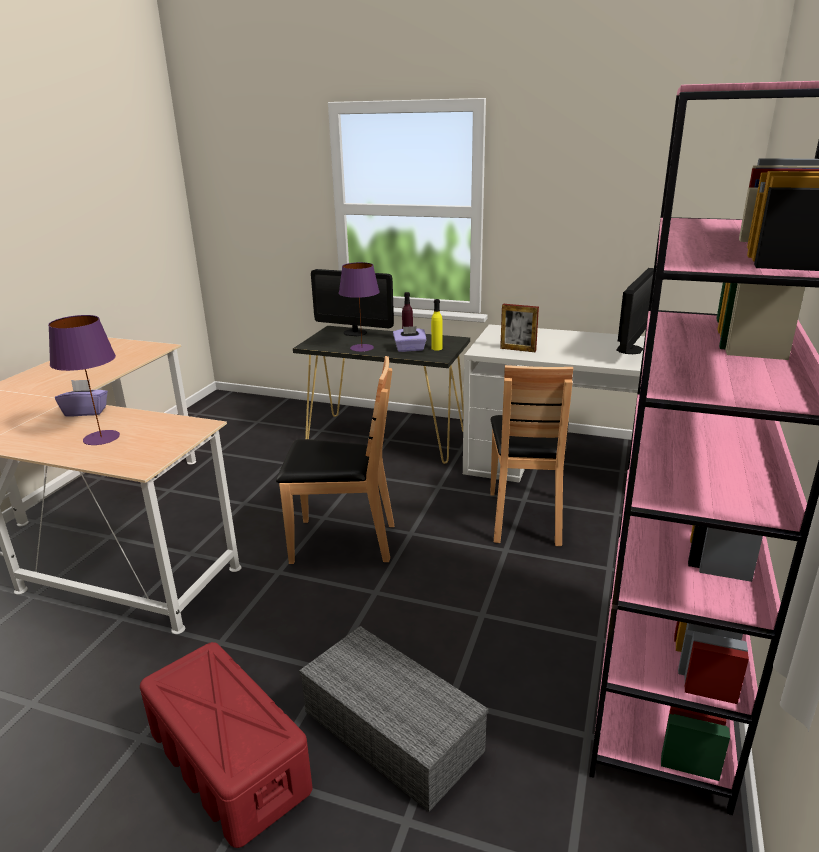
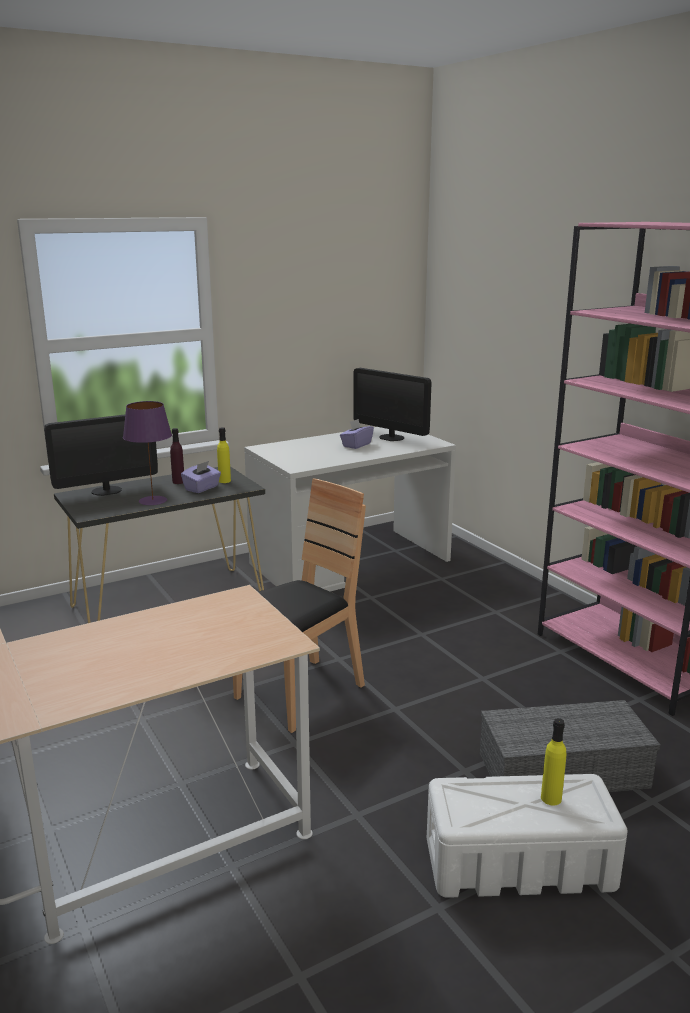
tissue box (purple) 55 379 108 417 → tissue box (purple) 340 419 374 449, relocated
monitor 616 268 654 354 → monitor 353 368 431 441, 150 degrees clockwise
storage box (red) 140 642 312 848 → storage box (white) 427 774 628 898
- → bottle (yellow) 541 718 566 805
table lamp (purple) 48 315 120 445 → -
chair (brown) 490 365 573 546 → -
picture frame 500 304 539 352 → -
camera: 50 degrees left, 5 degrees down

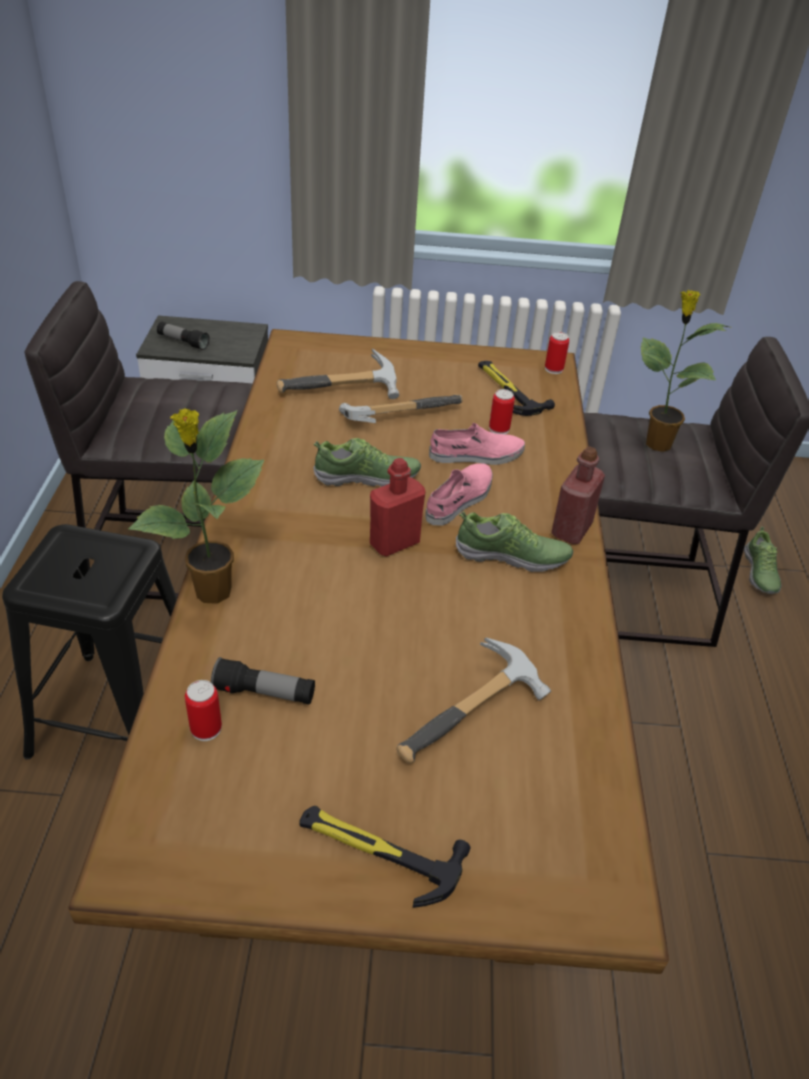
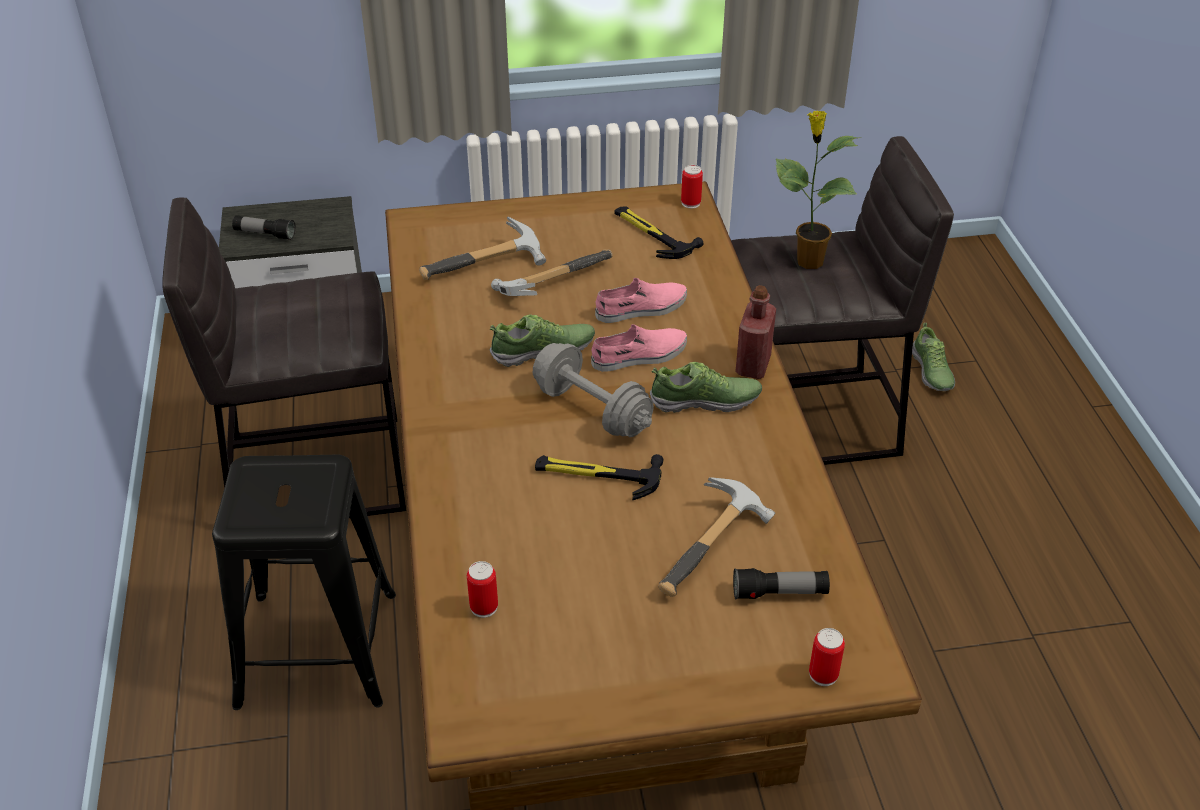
bottle (red) 370 458 426 556 → dumbbell (grey) 533 343 654 437
hammer 299 806 470 908 → hammer 535 454 663 500, relocated
shoe (pink) 425 463 493 525 → shoe (pink) 591 324 687 372, 45 degrees clockwise
flashlight 211 657 315 704 → flashlight 733 568 830 600, relocated
can 489 389 515 434 → can 809 628 845 686, relocated
potted plant 128 408 265 604 → -
camera: 10 degrees left, 0 degrees up

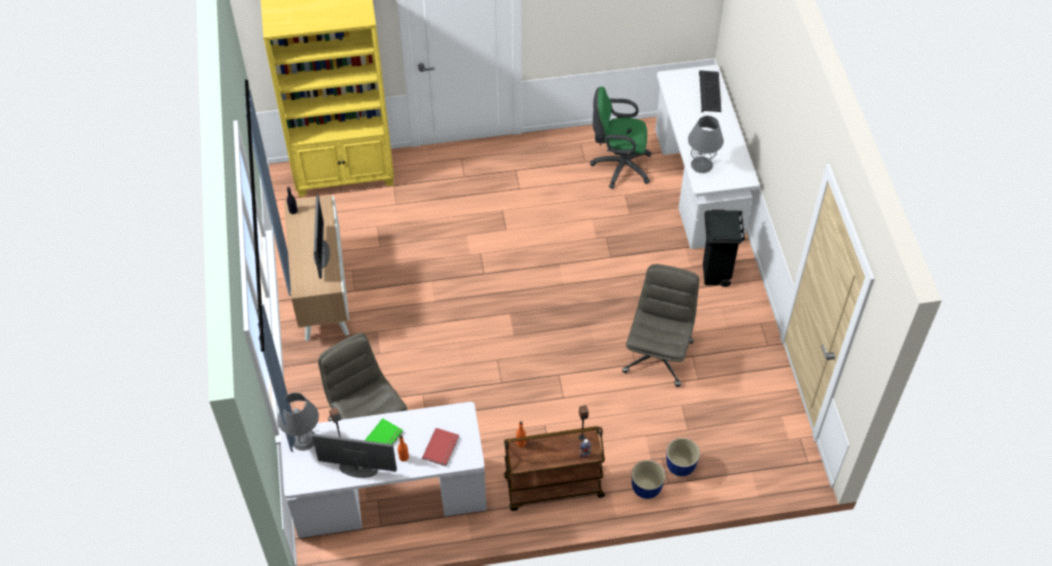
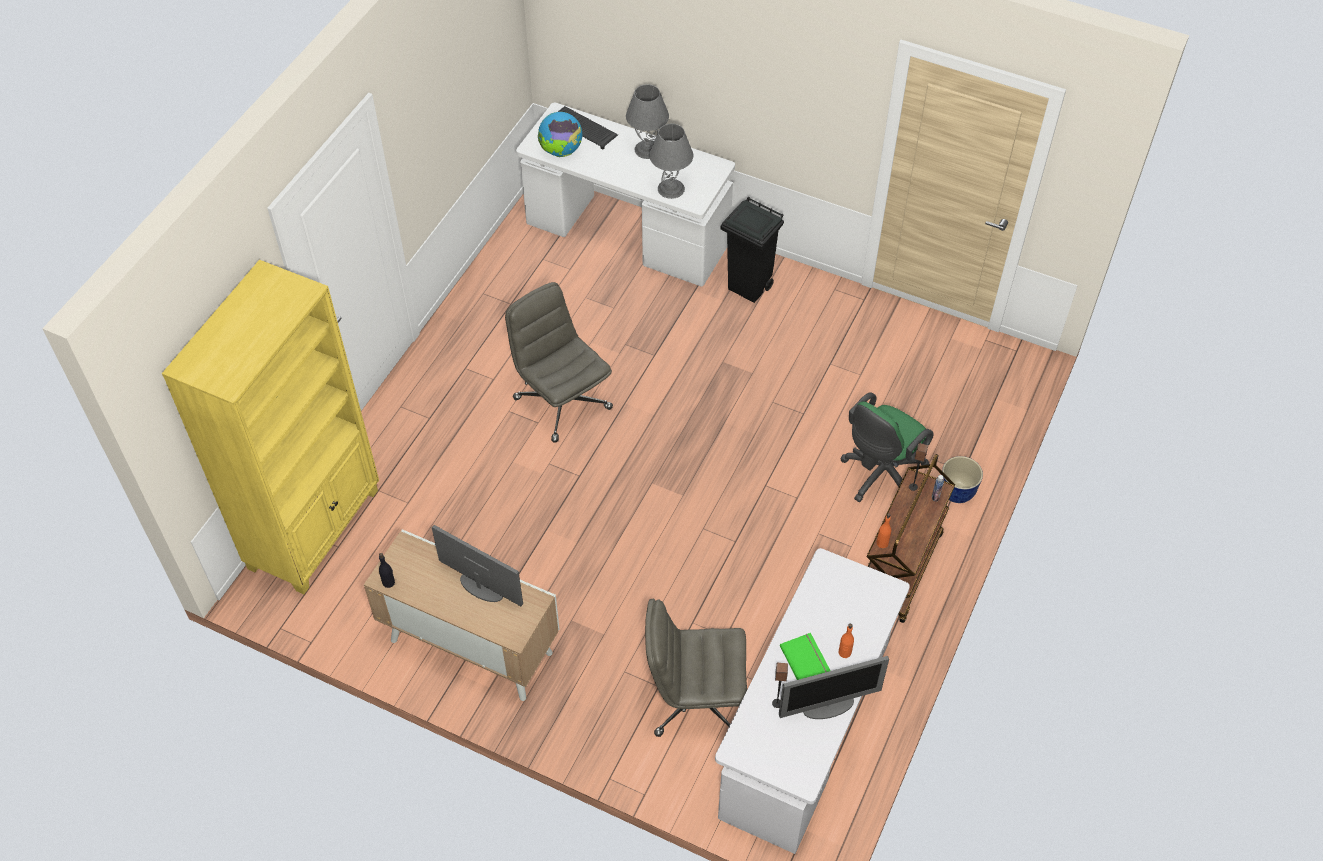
office chair (grey) 622 264 699 387 → office chair (grey) 505 282 613 443, relocated
- → globe 538 112 582 157
table lamp (grey) 277 393 319 451 → table lamp (grey) 626 84 669 159, relocated
monitor 312 434 397 478 → monitor 779 656 889 719, 150 degrees counterclockwise
office chair (green) 590 87 652 189 → office chair (green) 840 392 933 502, relocated
book (red) 422 428 459 466 → -
planter 666 438 700 476 → -
camera: 55 degrees left, 0 degrees up

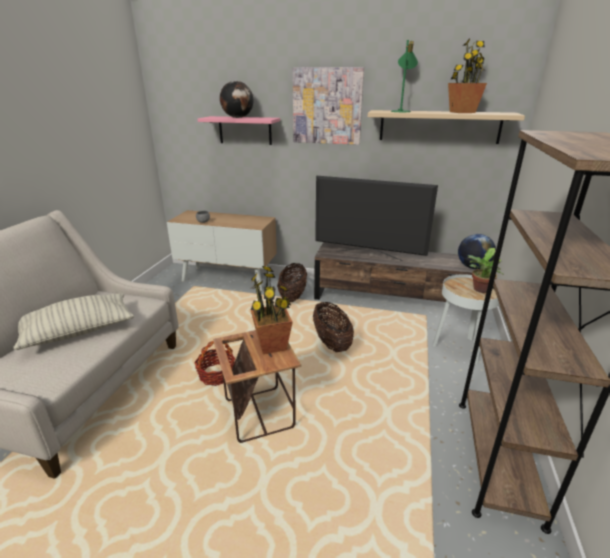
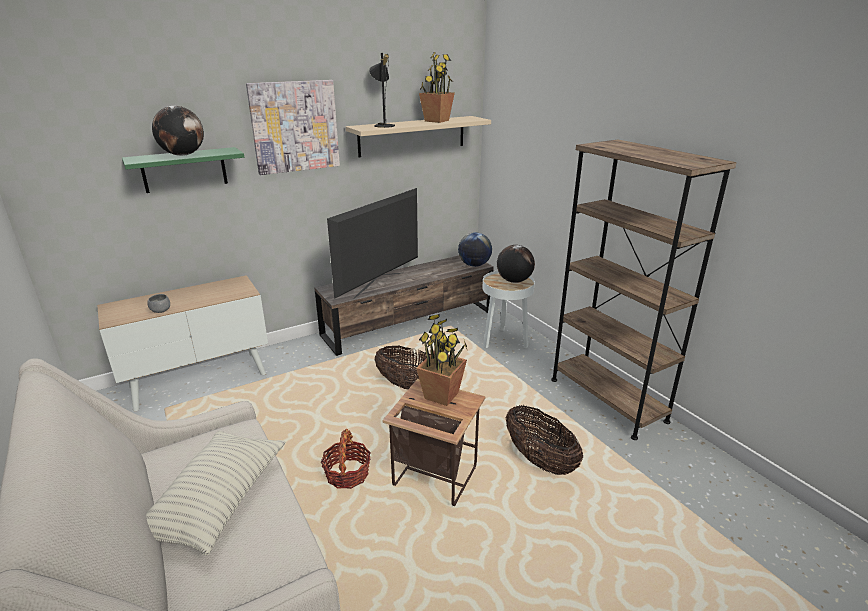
shelf (pink) 198 116 280 145 → shelf (green) 122 147 244 193
television 315 176 438 261 → television 327 188 418 299, 150 degrees clockwise
table lamp (green) 391 40 418 112 → table lamp (black) 369 53 395 128
potted plant 468 248 503 293 → globe 497 245 535 283
basket 277 263 307 302 → basket 506 405 583 475, relocated
camera: 45 degrees left, 0 degrees up

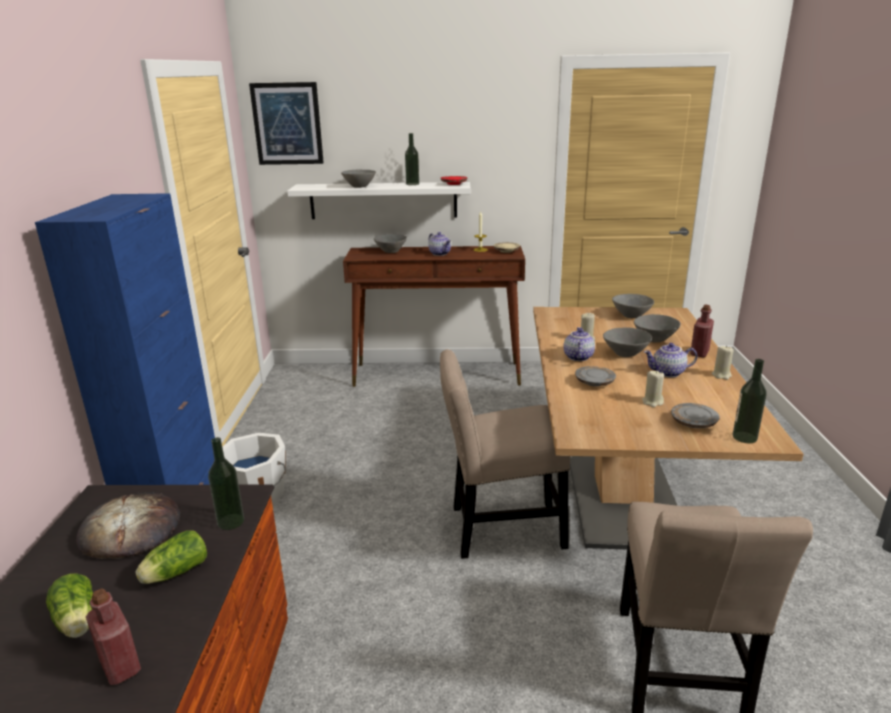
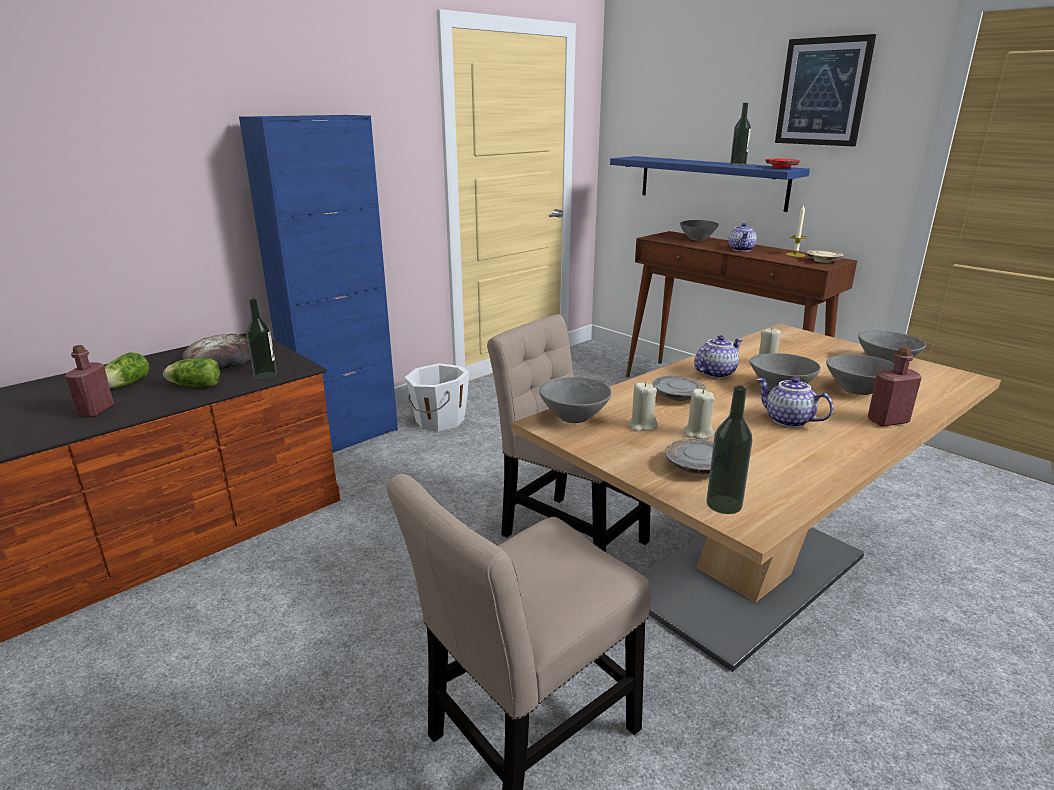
bowl (grey) 341 169 376 188 → bowl (grey) 539 377 612 423, relocated
shelf (white) 287 182 471 219 → shelf (blue) 610 156 810 212
candle (beige) 712 345 734 380 → candle (beige) 628 382 657 432, relocated
picture 249 82 324 165 → picture 775 34 876 146, relocated
camera: 45 degrees right, 0 degrees up

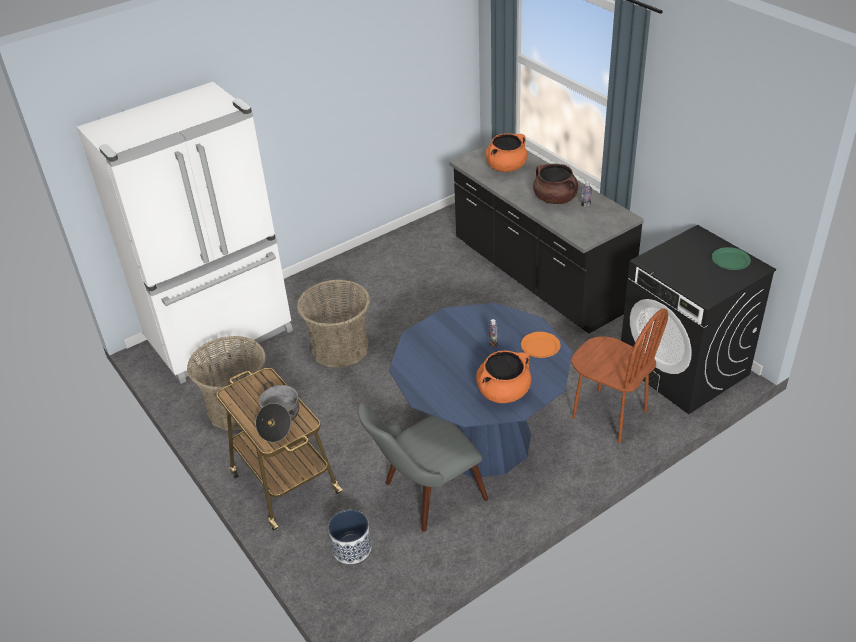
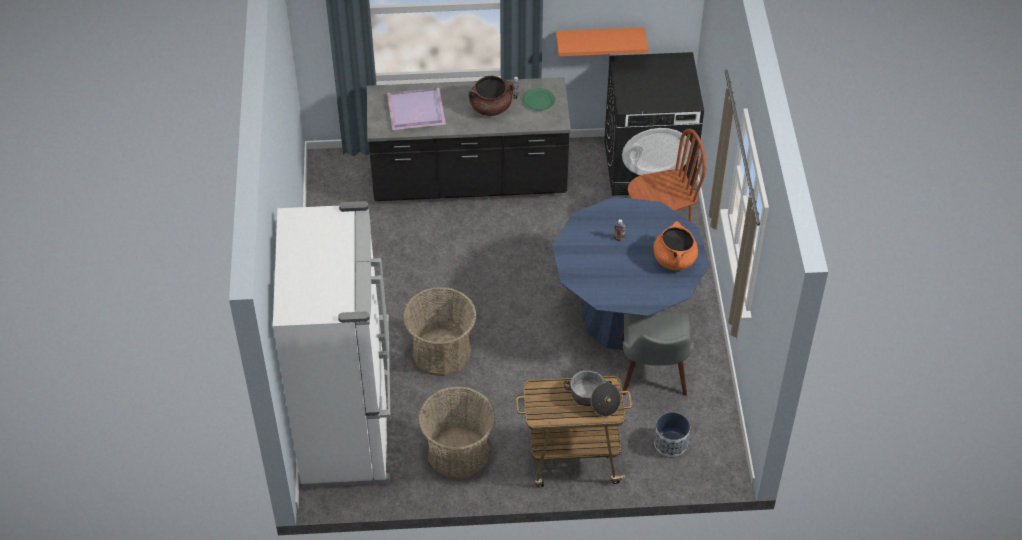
cooking pot (orange) 485 133 527 172 → tray (purple) 387 88 446 130
plate (green) 712 247 751 270 → plate (green) 523 88 555 111, relocated
- → shelf (orange) 556 27 648 56
plate (orange) 521 332 560 358 → -
camera: 60 degrees left, 10 degrees up

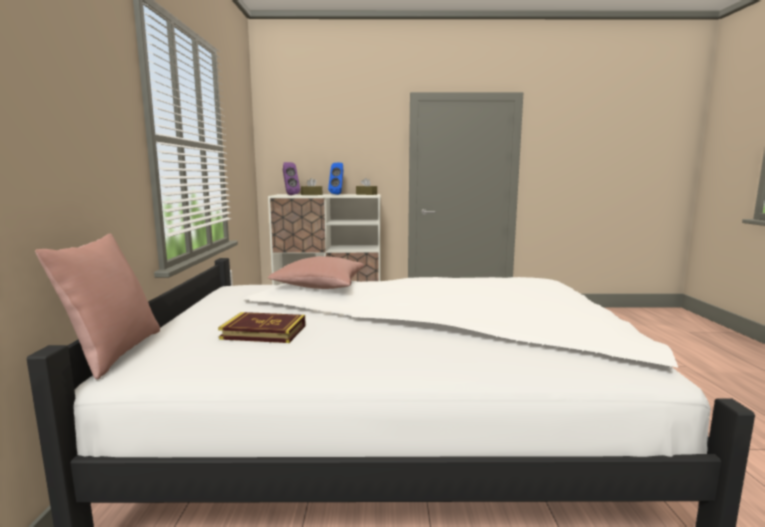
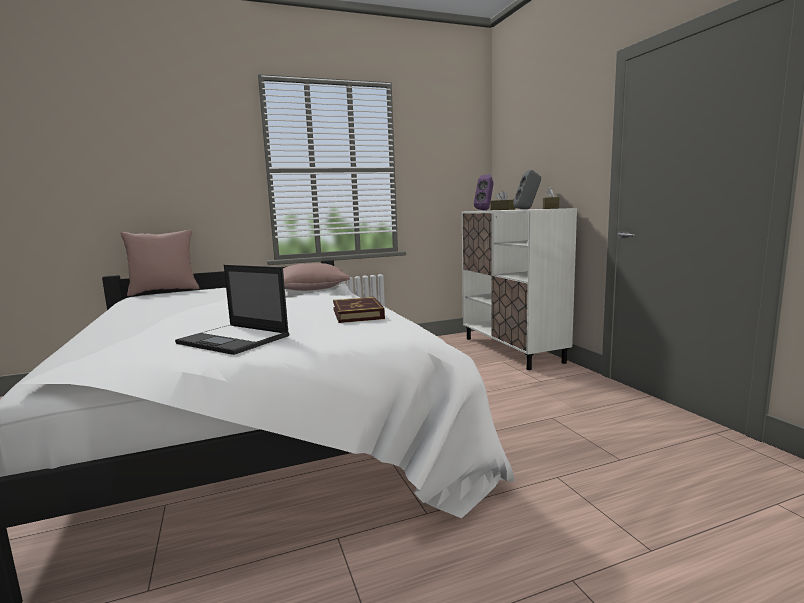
- → laptop 175 265 289 355
book 218 312 306 343 → book 333 297 385 323, relocated
speaker (blue) 328 163 344 195 → speaker (grey) 513 170 541 209
camera: 70 degrees right, 0 degrees up

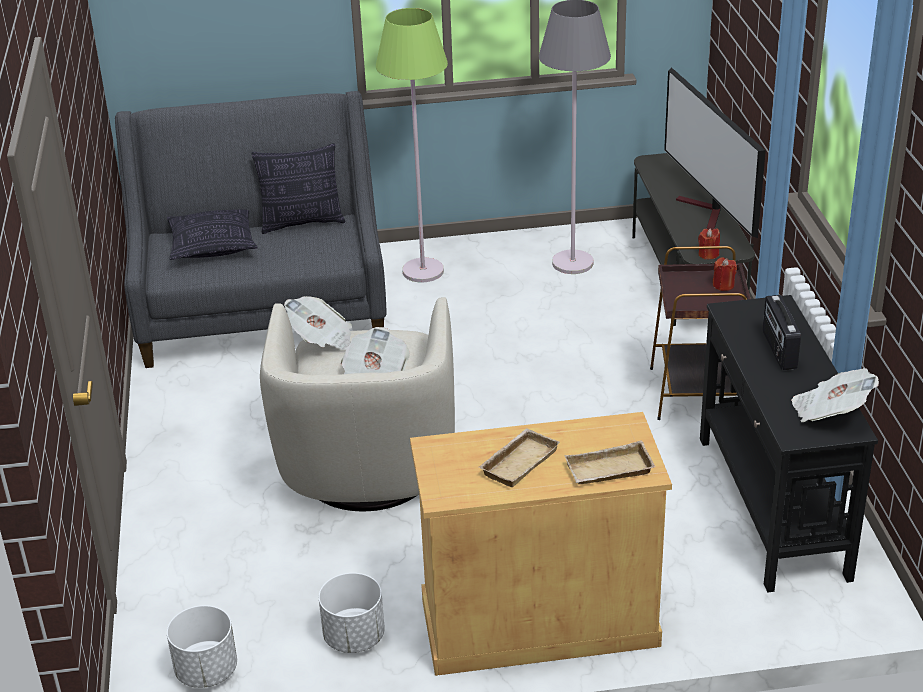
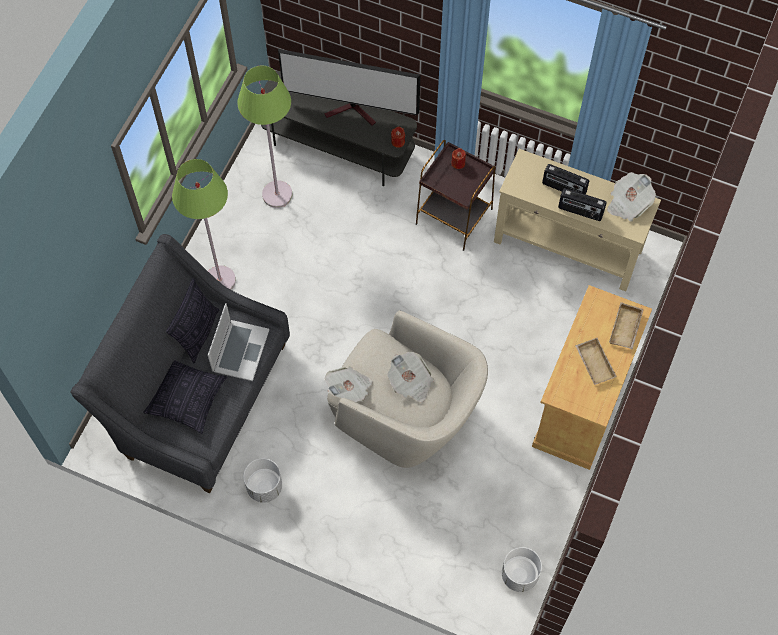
- → laptop 208 303 269 381
floor lamp (grey) 539 0 611 274 → floor lamp (green) 237 66 292 208
planter (white) 319 573 385 653 → planter (white) 243 458 282 503, relocated
console table (black) 700 295 878 593 → console table (beige) 494 149 661 291
- → radio 558 188 607 221
camera: 60 degrees left, 30 degrees up

